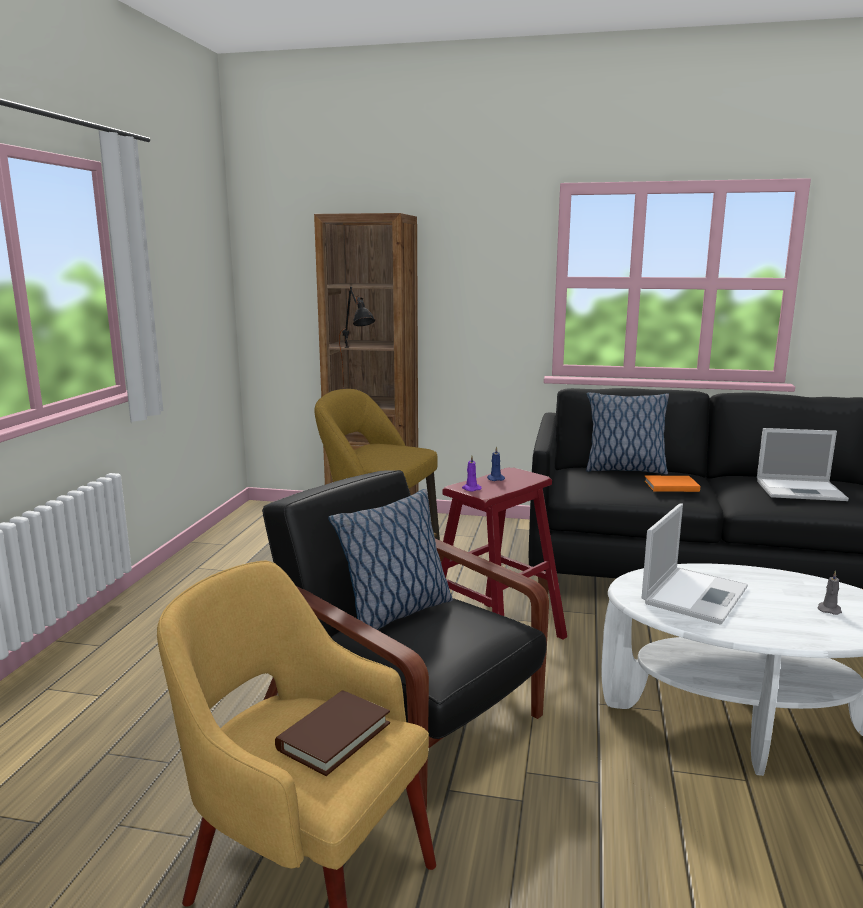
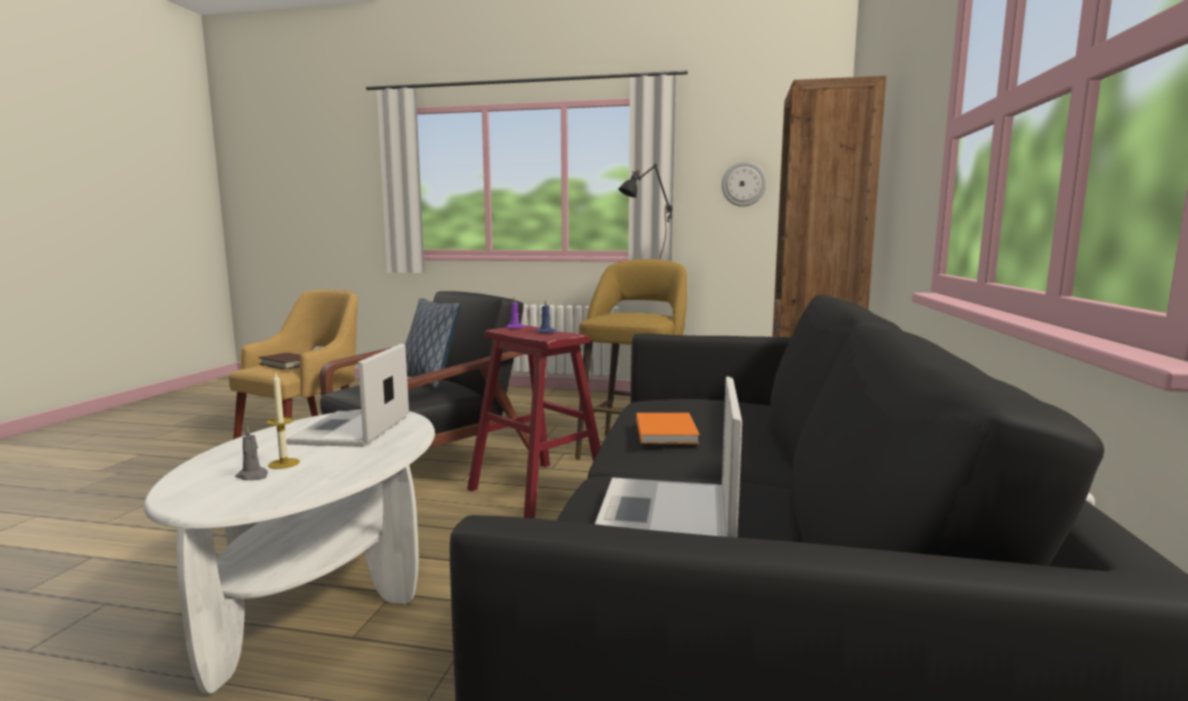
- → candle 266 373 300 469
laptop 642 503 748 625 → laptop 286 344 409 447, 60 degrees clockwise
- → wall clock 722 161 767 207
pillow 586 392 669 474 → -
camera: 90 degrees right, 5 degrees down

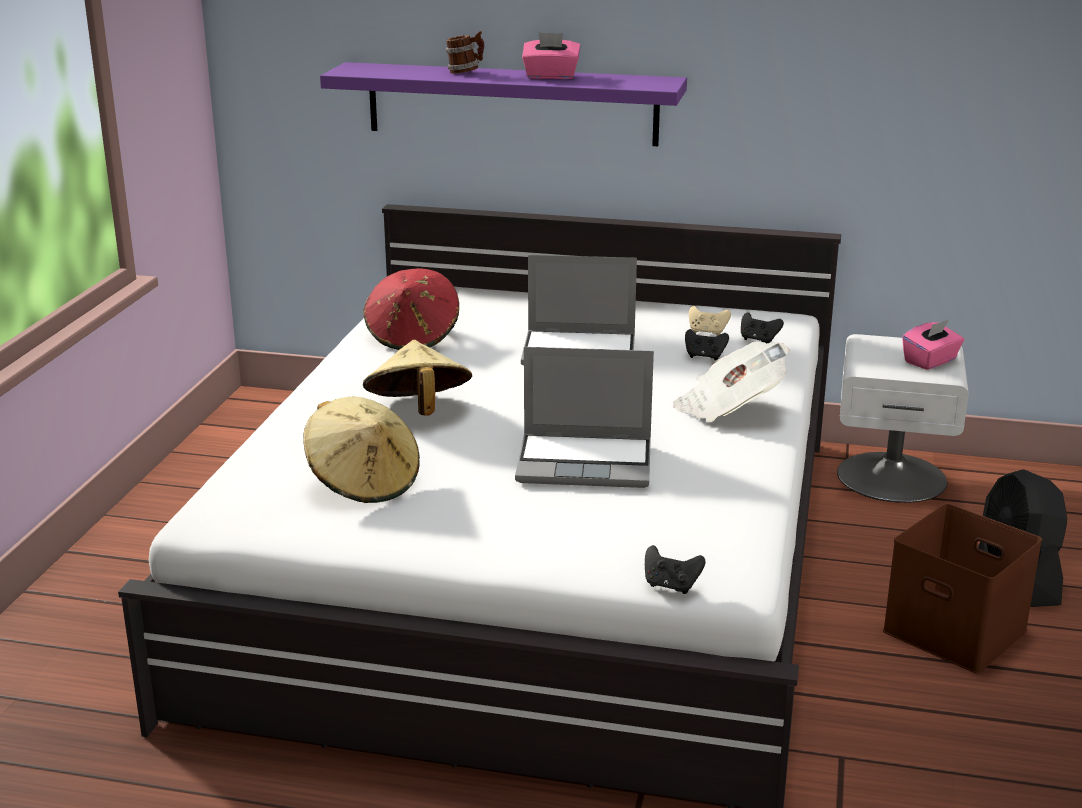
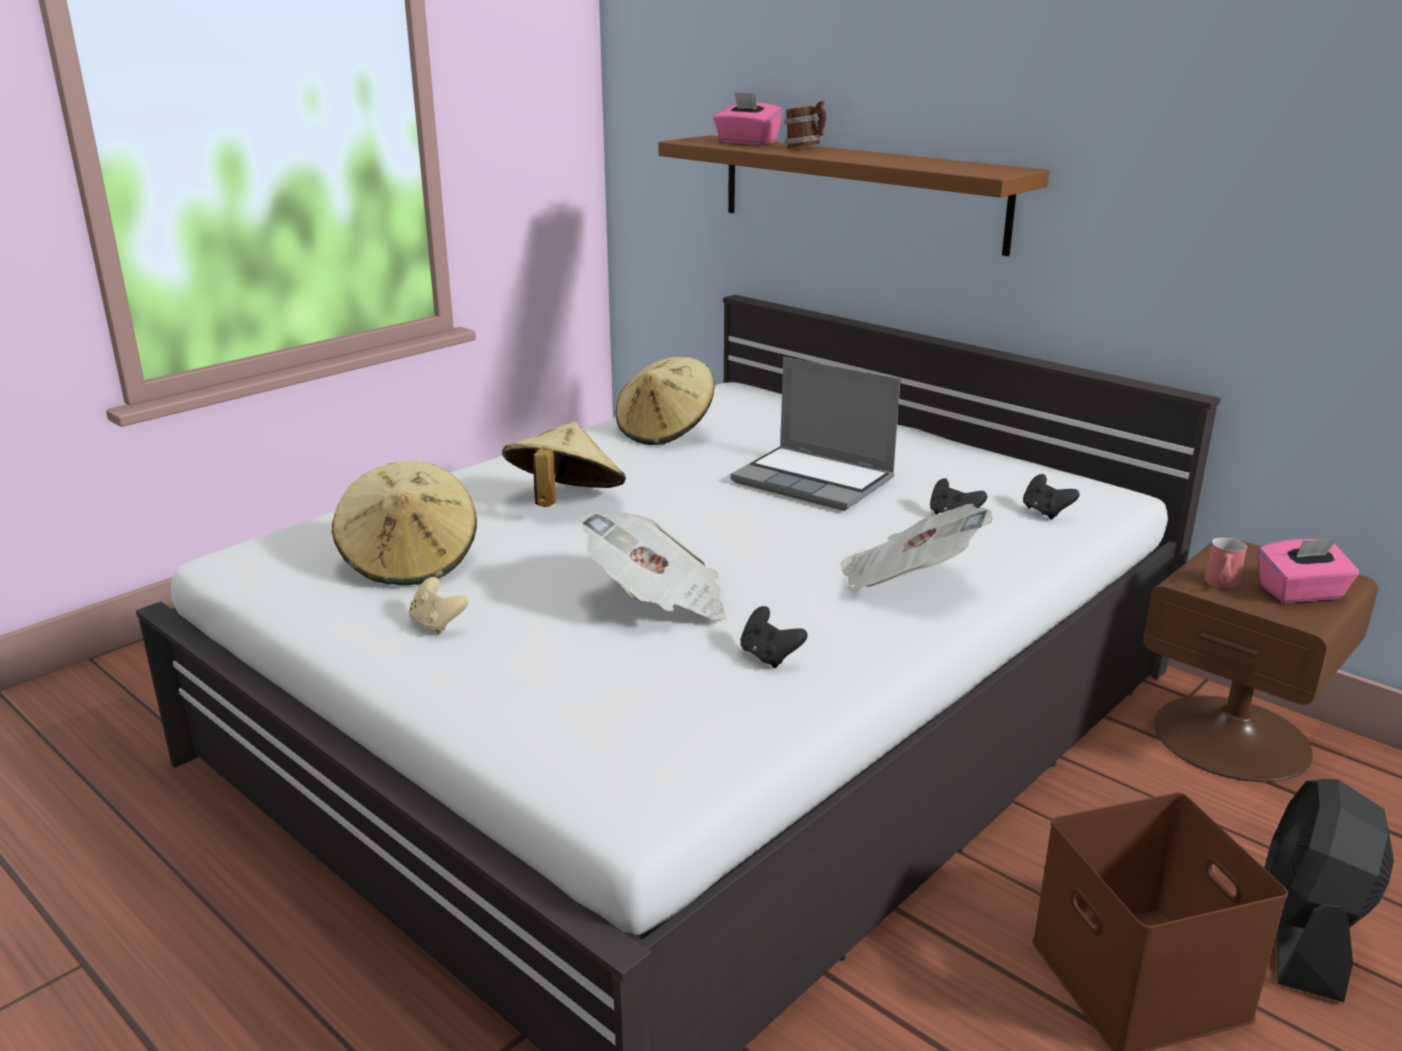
game controller (beige) 689 306 731 336 → game controller (beige) 409 577 468 635, relocated
laptop 515 347 654 488 → newspaper 580 512 726 620
hat (red) 364 268 459 350 → hat (beige) 615 357 715 445
shelf (purple) 320 62 687 146 → shelf (brown) 658 135 1049 256
tissue box (pink) 522 32 581 79 → tissue box (pink) 713 92 783 145, relocated
game controller (black) 645 545 706 594 → game controller (black) 740 606 808 668, relocated
nightstand (white) 837 334 969 503 → nightstand (brown) 1143 536 1378 782
- → mug (red) 1205 537 1247 589
camera: 30 degrees right, 0 degrees up

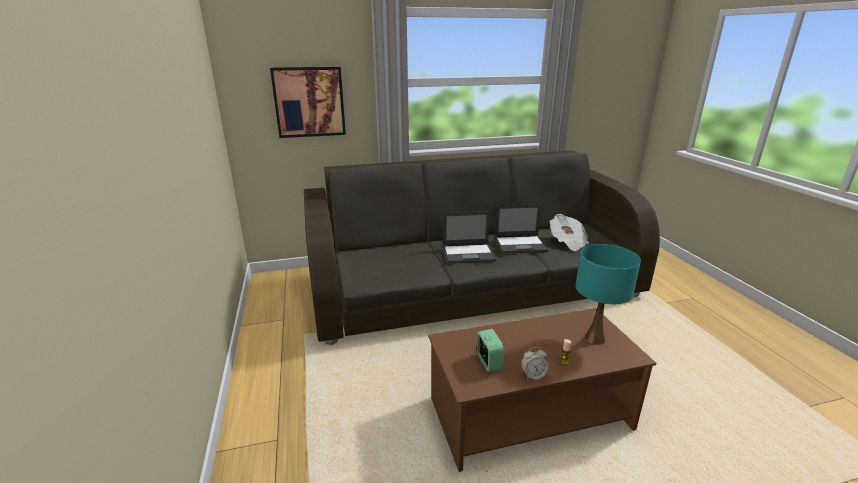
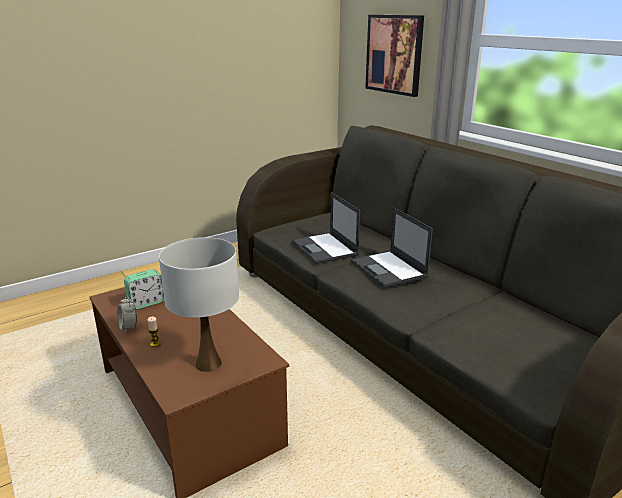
table lamp (turquoise) 576 244 641 345 → table lamp (white) 159 237 239 372
laptop 495 204 549 254 → laptop 292 192 360 264, relocated
newspaper 550 214 589 251 → -
camera: 70 degrees right, 0 degrees up

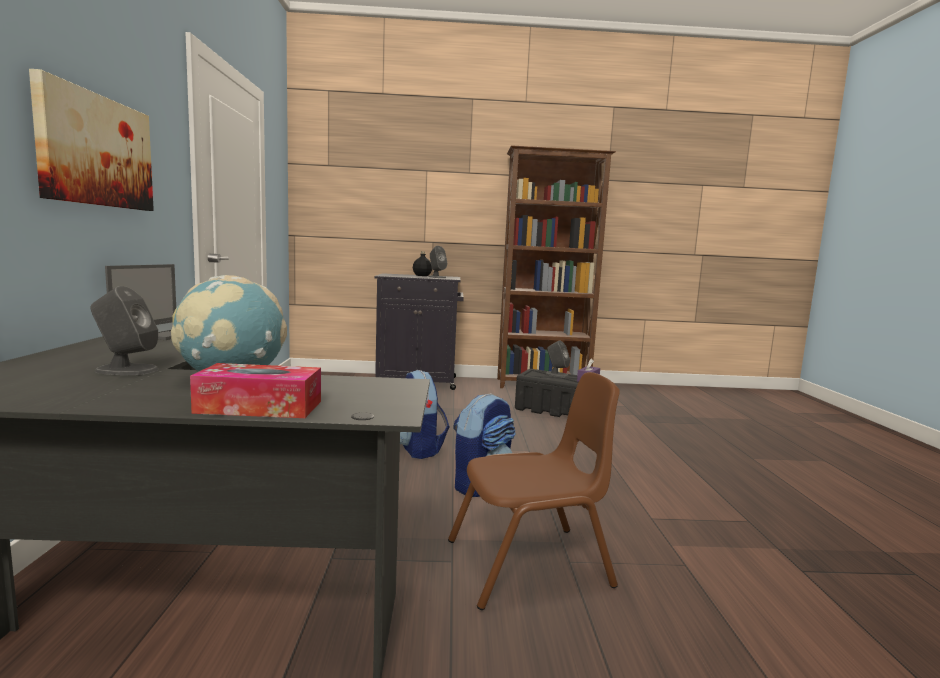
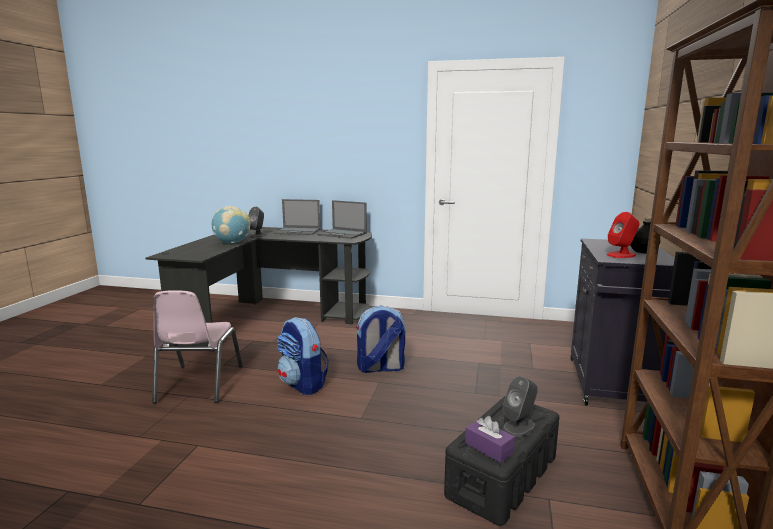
chair (brown) 448 372 620 610 → chair (pink) 152 290 243 403
- → laptop 274 199 320 235
speaker (grey) 428 246 447 278 → speaker (red) 607 212 640 258
picture 29 69 154 211 → -
tissue box 190 363 321 418 → -
camera: 105 degrees right, 5 degrees up

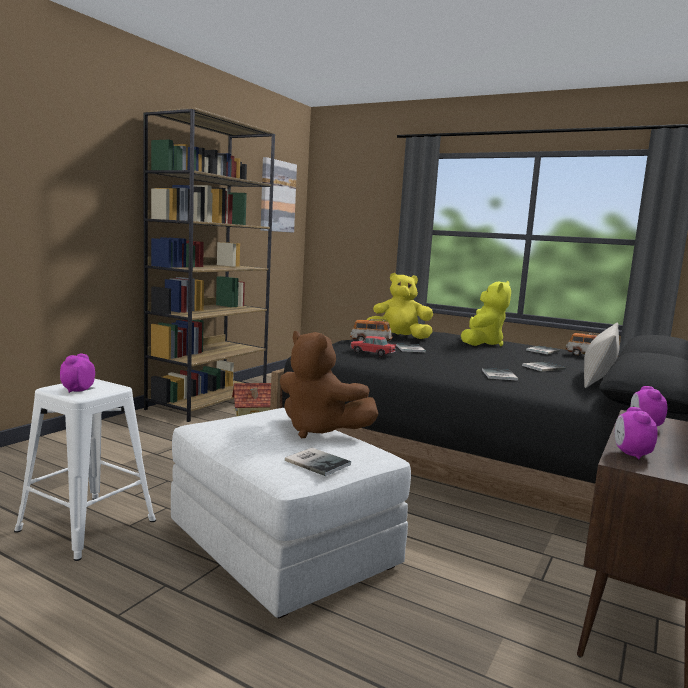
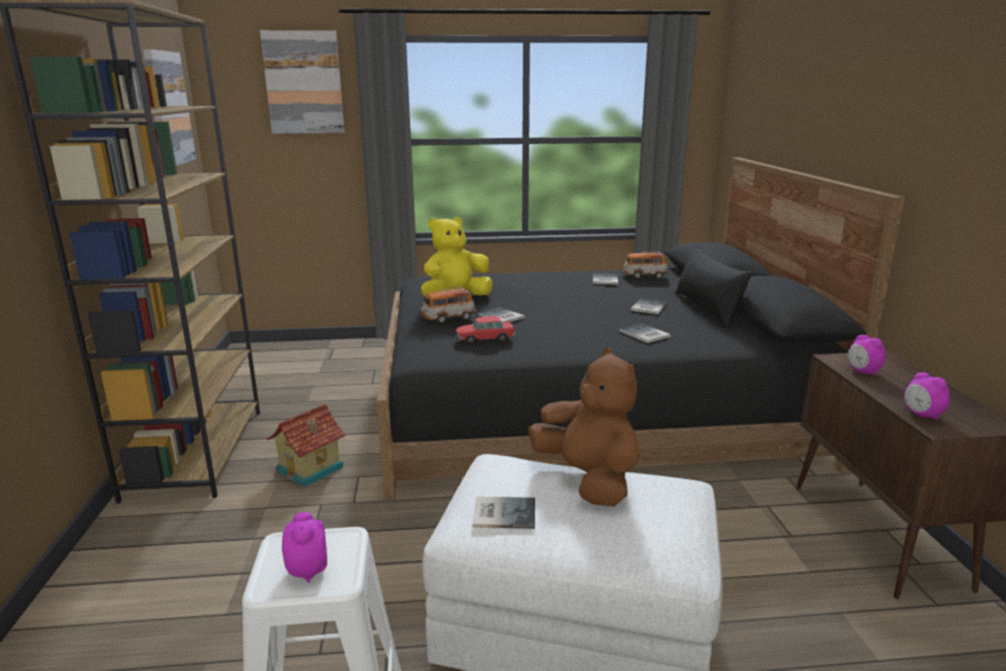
- → picture 260 30 344 134
book 285 448 351 476 → book 473 496 535 529, relocated
plush toy (brown) 280 331 378 438 → plush toy (brown) 528 348 640 506, 120 degrees counterclockwise
pillow (beige) 584 323 619 388 → pillow (black) 675 244 753 328
plush toy (yellow) 461 281 511 346 → -
camera: 35 degrees left, 10 degrees up

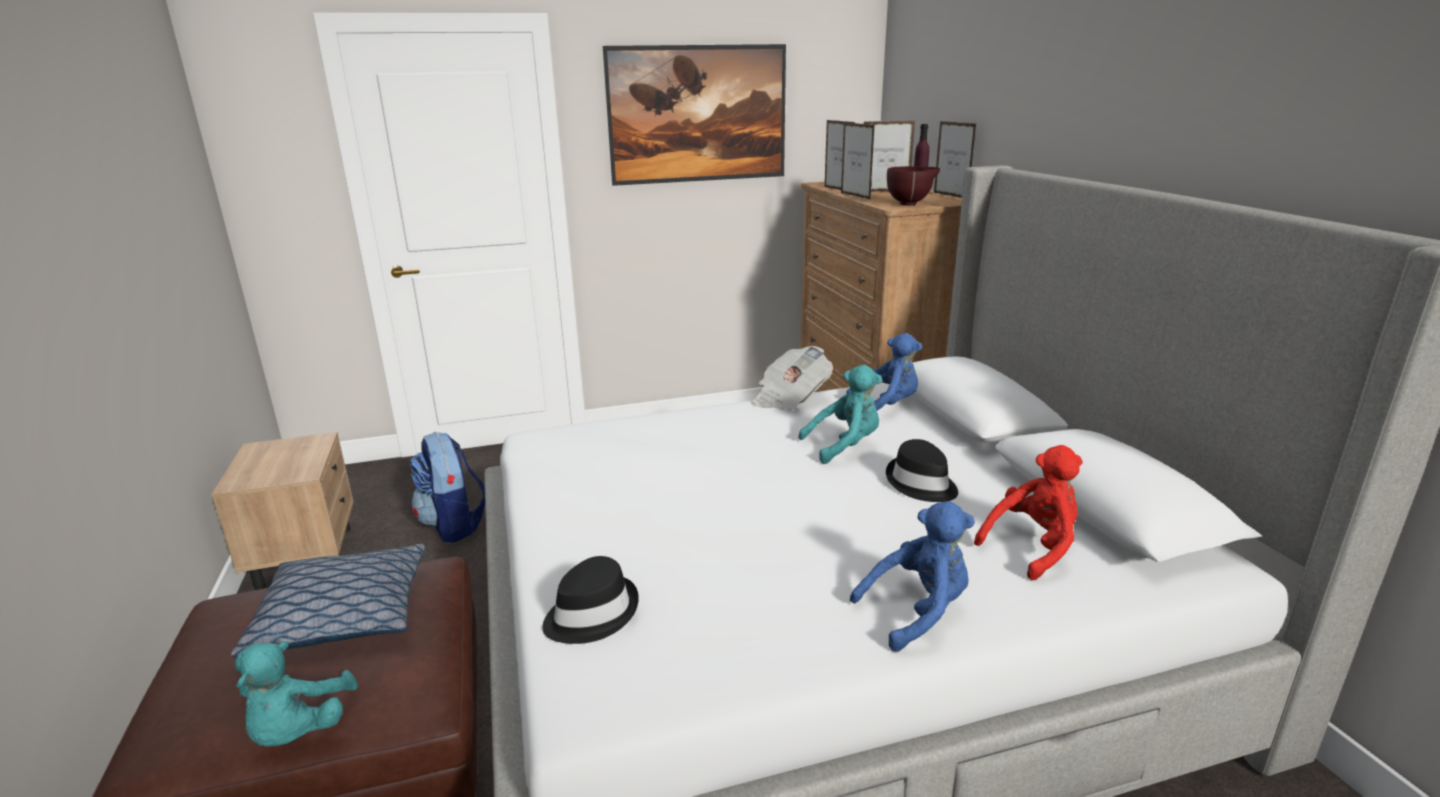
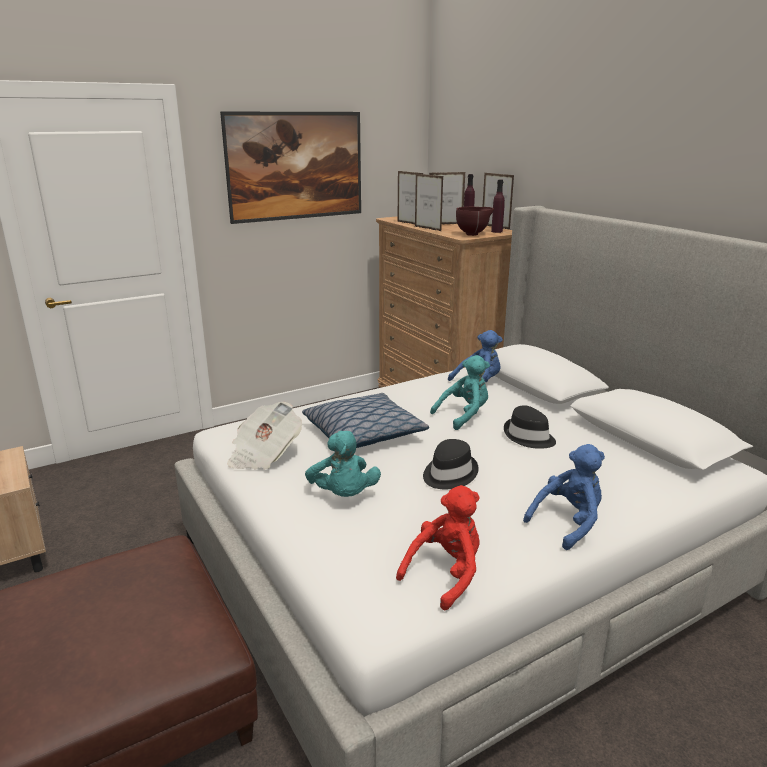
newspaper 753 346 833 410 → newspaper 227 402 302 470, relocated
pillow 231 543 425 658 → pillow 302 393 429 448, relocated
plush toy (turquoise) 235 641 359 747 → plush toy (turquoise) 305 431 381 497, relocated
plush toy (red) 974 445 1083 580 → plush toy (red) 396 485 480 610, relocated
hat (black) 542 556 639 644 → hat (black) 423 439 479 489, relocated
- → bottle (purple) 491 180 505 233
backpack 410 432 485 543 → -
camera: 15 degrees left, 0 degrees up

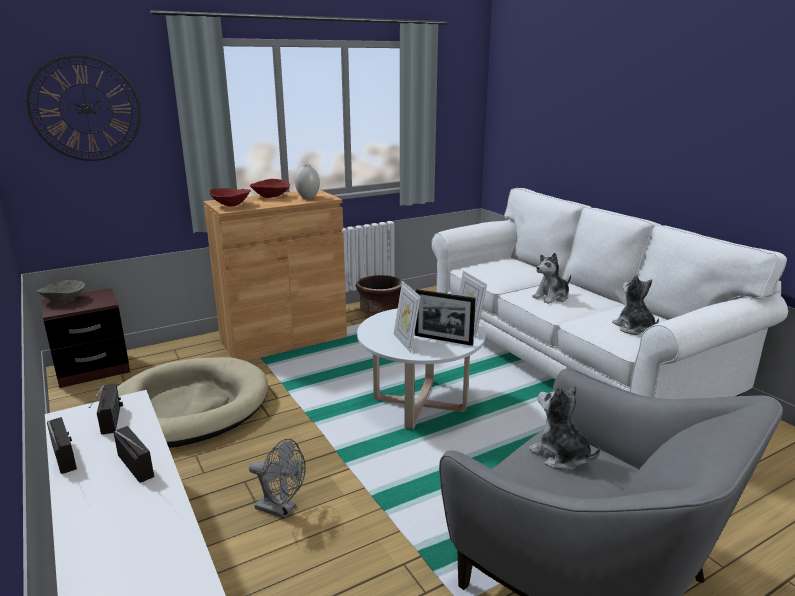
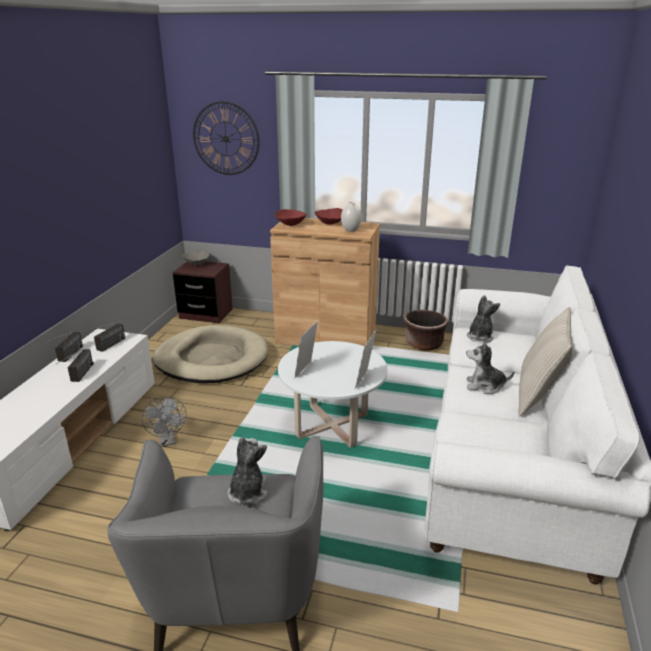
plush toy 612 275 659 335 → plush toy 467 295 500 342, relocated
- → pillow (beige) 519 307 573 416
picture frame 415 289 476 346 → -
camera: 45 degrees right, 5 degrees up

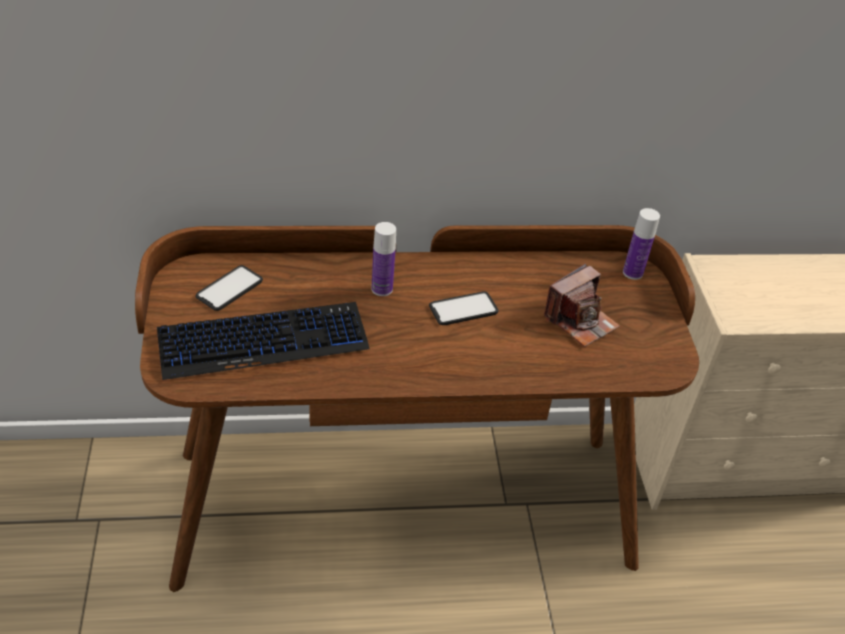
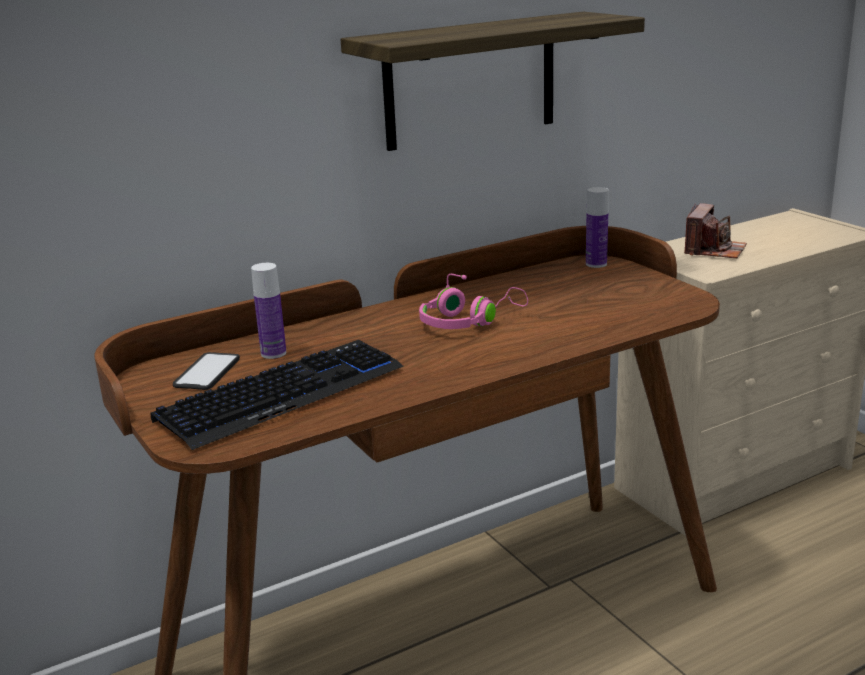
bottle 371 222 396 296 → bottle 251 263 286 359, relocated
- → shelf 340 12 645 151
phone 429 291 499 325 → headphones (pink) 419 274 528 329
photo camera 544 263 620 347 → photo camera 684 203 747 258, relocated
camera: 20 degrees left, 20 degrees down

